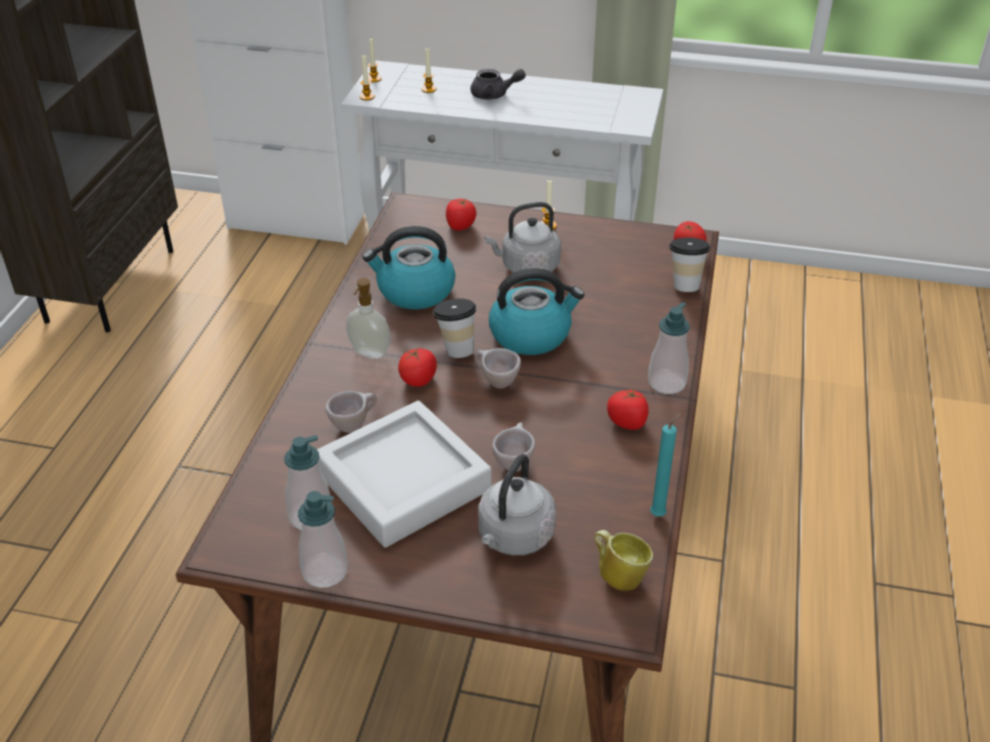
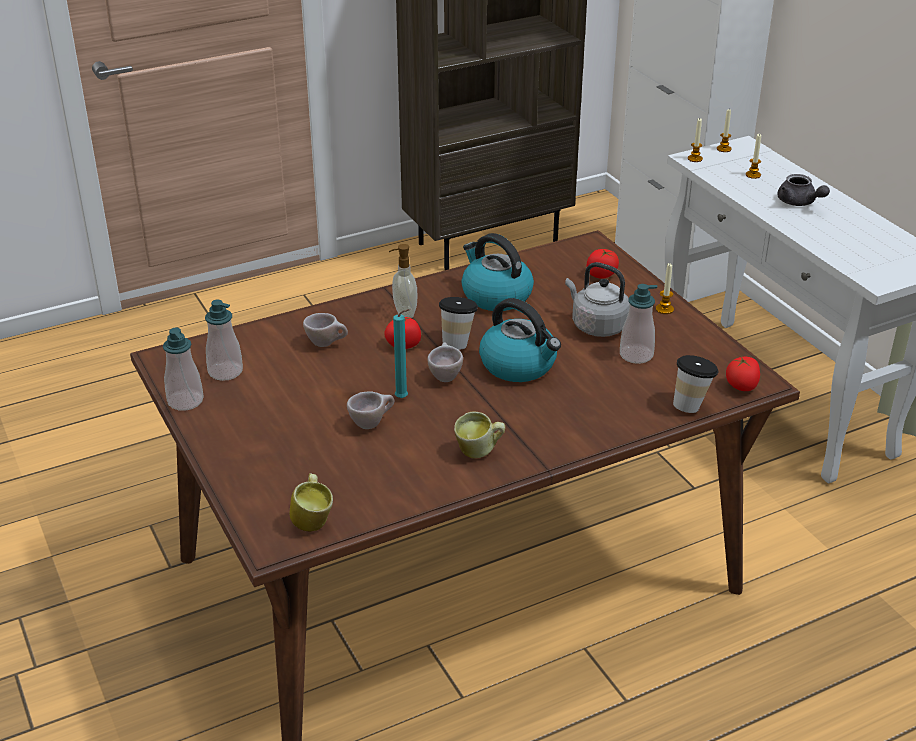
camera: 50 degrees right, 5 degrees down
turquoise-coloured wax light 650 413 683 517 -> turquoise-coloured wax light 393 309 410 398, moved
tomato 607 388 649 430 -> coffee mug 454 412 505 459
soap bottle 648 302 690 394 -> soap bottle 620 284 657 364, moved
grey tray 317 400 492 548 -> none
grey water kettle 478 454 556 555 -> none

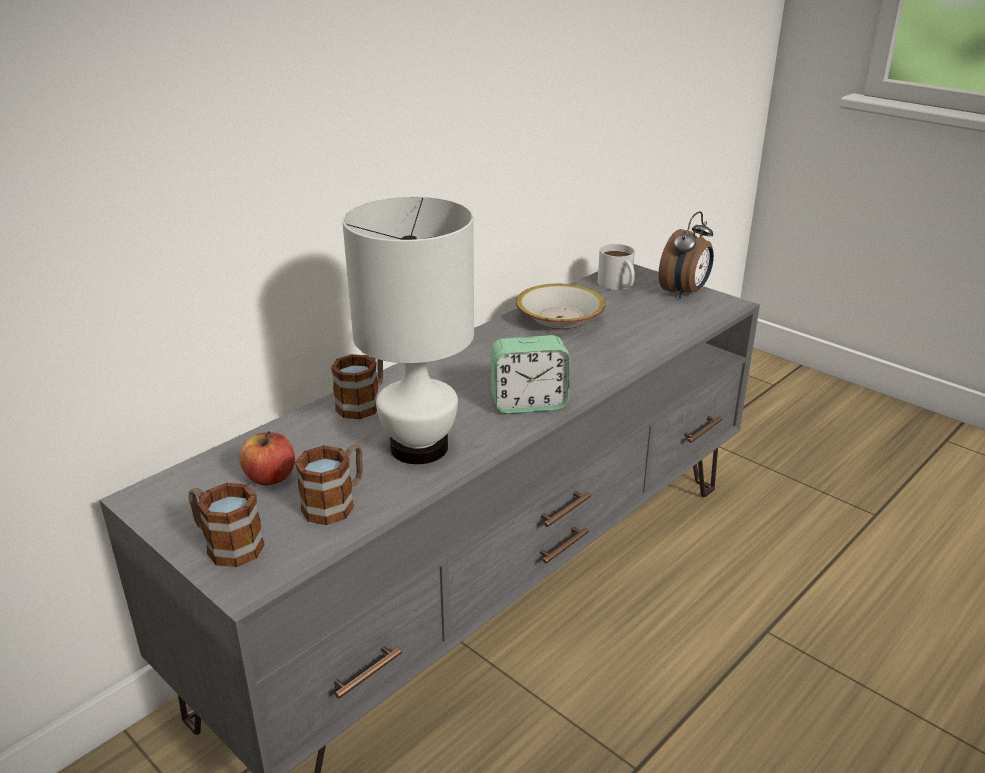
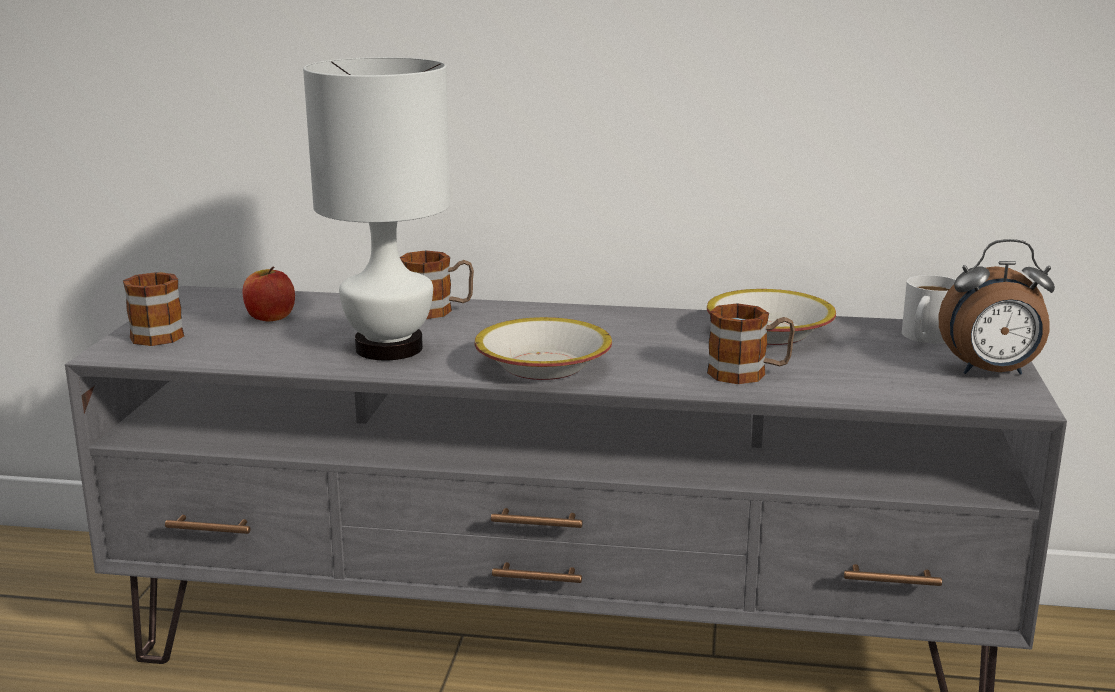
camera: 55 degrees right, 10 degrees down
bedside clock 491 335 570 414 -> bowl 475 317 612 380
coffee mug 295 445 363 525 -> coffee mug 707 303 795 384, moved

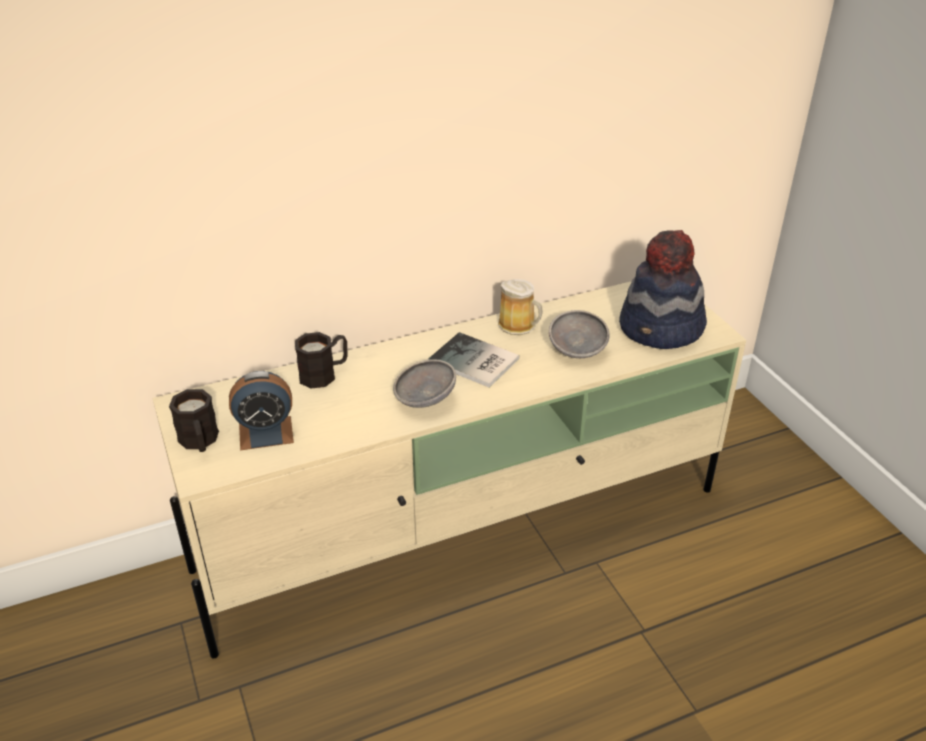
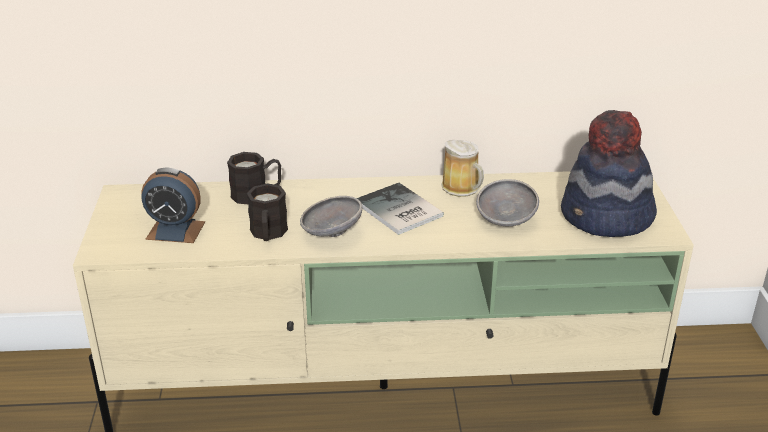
camera: 20 degrees right, 5 degrees down
black-coloured coffee mug 169 389 219 452 -> black-coloured coffee mug 247 183 288 241, moved

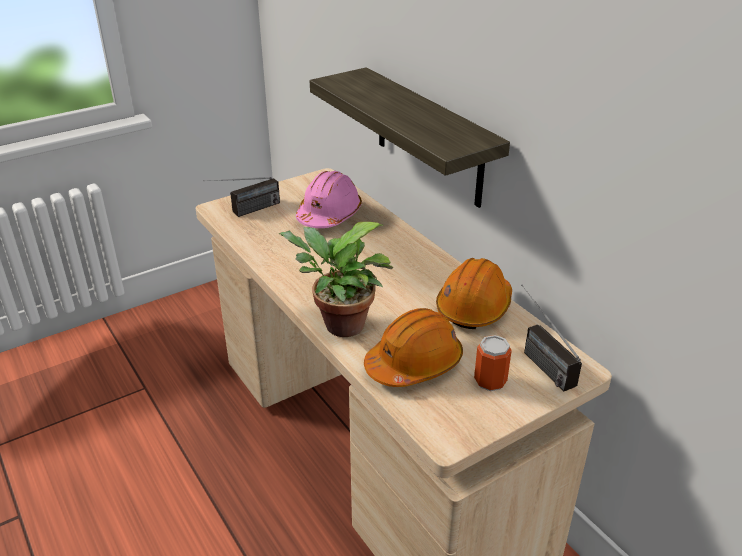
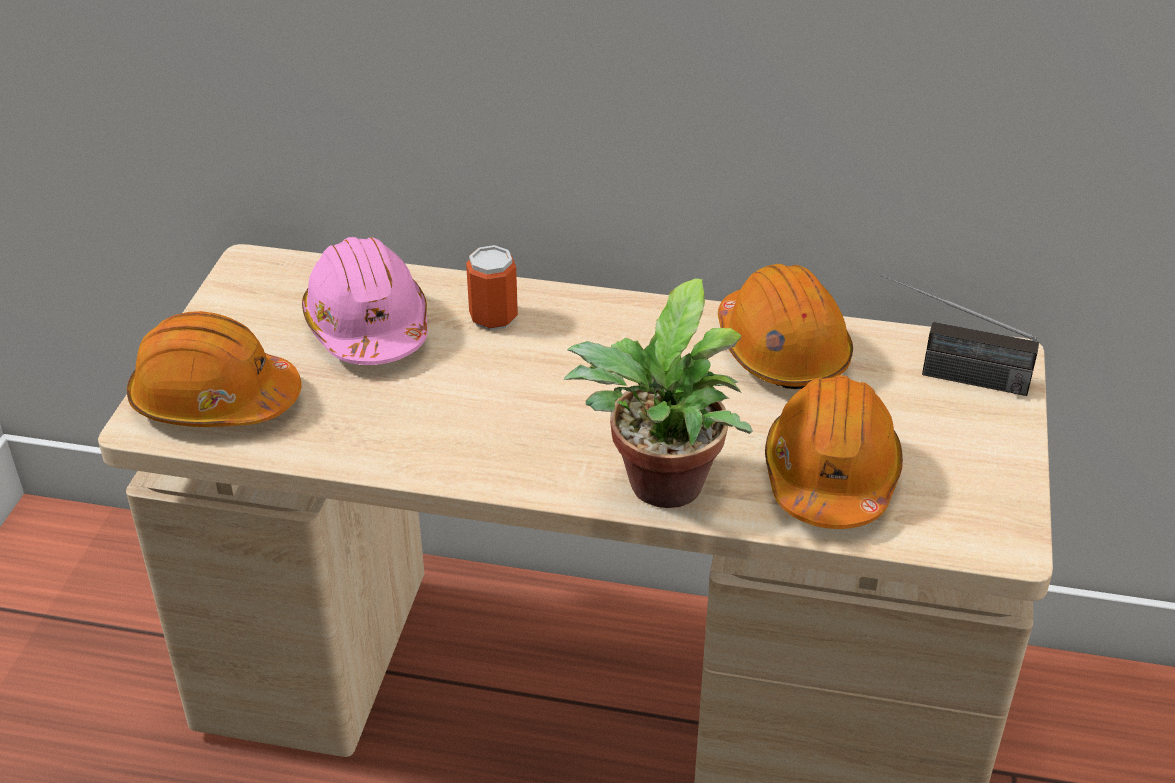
camera: 45 degrees left, 5 degrees up
radio 204 177 280 217 -> orange work helmet 127 311 301 427
metal can 474 335 512 391 -> metal can 466 245 518 330, moved
shelf 310 67 510 208 -> none

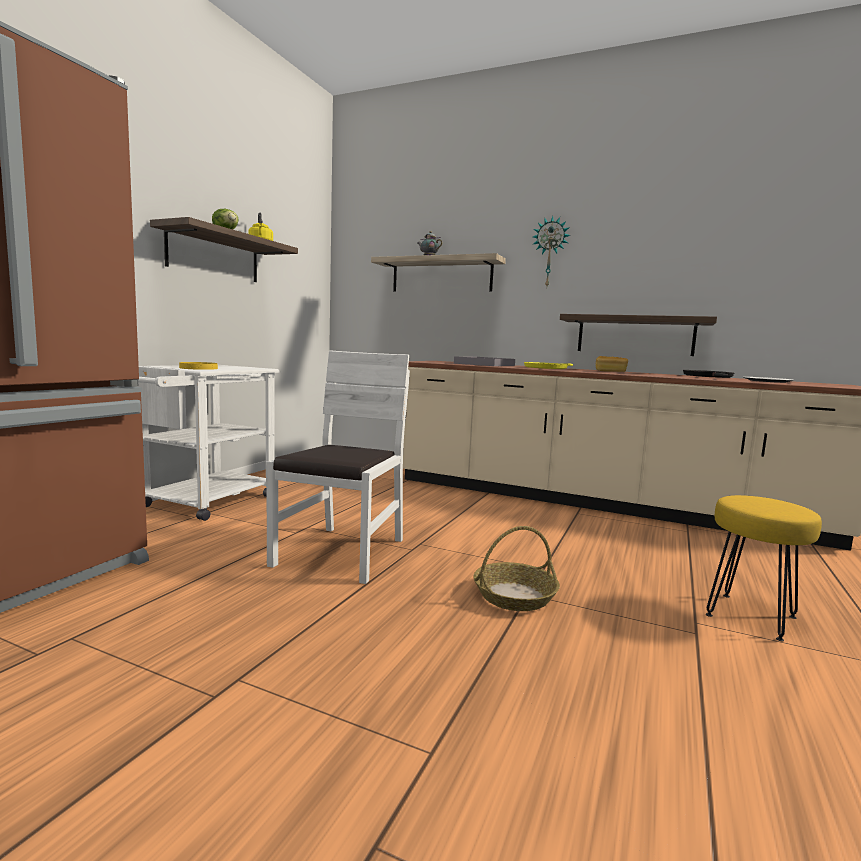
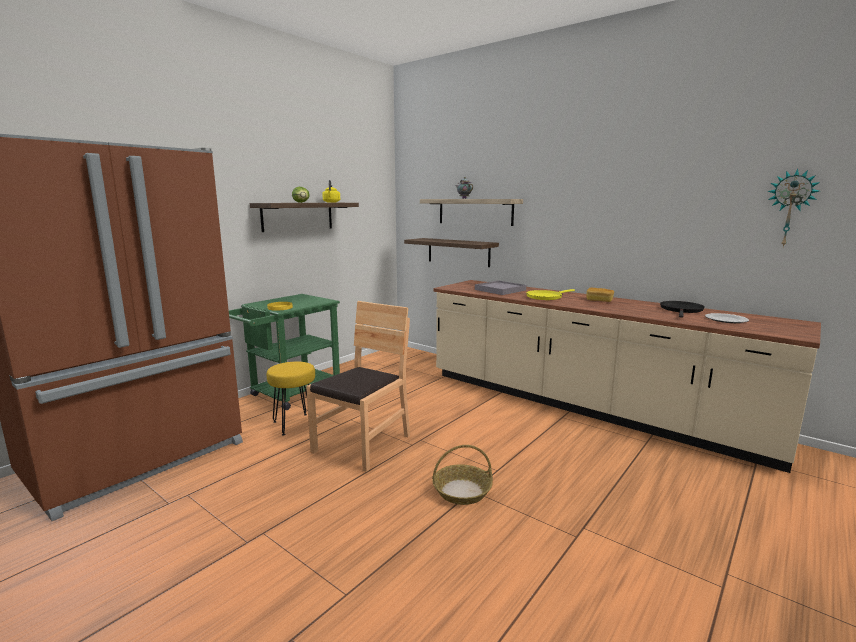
camera: 15 degrees right, 5 degrees up
white trolley 137 365 279 521 -> green-coloured trolley 229 294 340 410
yellow stool 706 495 822 642 -> yellow stool 267 361 315 435, moved
white upright chair 266 350 410 584 -> brown-coloured upright chair 306 301 410 472
shelf 560 314 717 356 -> shelf 404 238 499 267, moved
wall clock 533 216 571 286 -> wall clock 767 169 820 247, moved

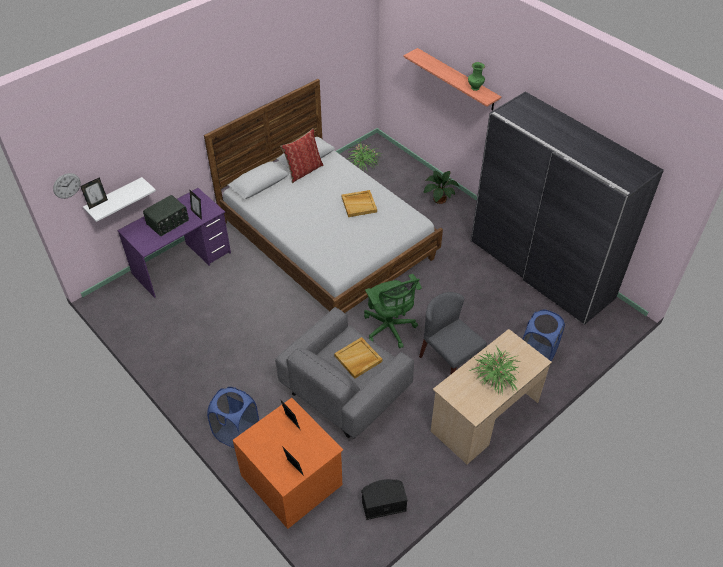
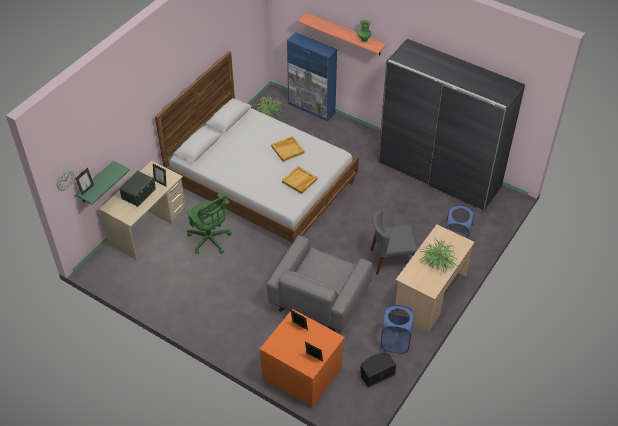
camera: 15 degrees left, 0 degrees up
white shelf 83 177 156 222 -> green-coloured shelf 75 161 130 204
purplish desk unit 117 188 231 298 -> beige desk unit 99 160 186 260
green-coloured computer chair 364 274 422 348 -> green-coloured computer chair 186 193 232 255, moved
beige tray 334 337 382 379 -> beige tray 282 166 318 194, moved
none -> bluish storage cabinet 287 32 337 121
grey upright chair 419 292 487 375 -> grey upright chair 370 210 418 275, 45 degrees counterclockwise
bluish hamper 207 387 259 448 -> bluish hamper 381 305 414 354, moved
throw pillow 280 128 324 183 -> none
houseplant 424 171 459 204 -> none

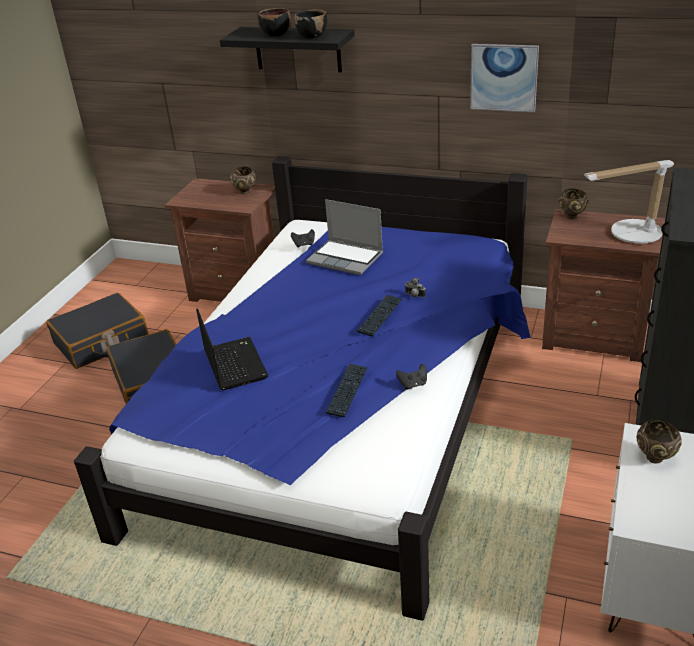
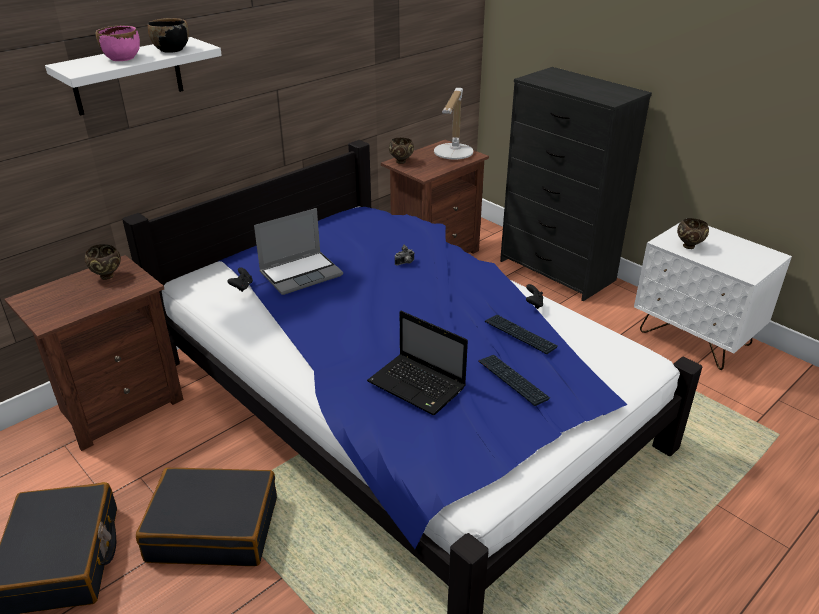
camera: 65 degrees left, 0 degrees up
black-coloured shelf 220 27 355 72 -> white shelf 45 37 222 115
black-coloured bowl 258 8 290 36 -> pinkish bowl 96 25 140 61
portable computer 196 308 268 390 -> portable computer 367 311 468 415, 150 degrees counterclockwise
computer keyboard 357 294 402 336 -> computer keyboard 478 355 550 406, moved
picture 470 44 539 113 -> none

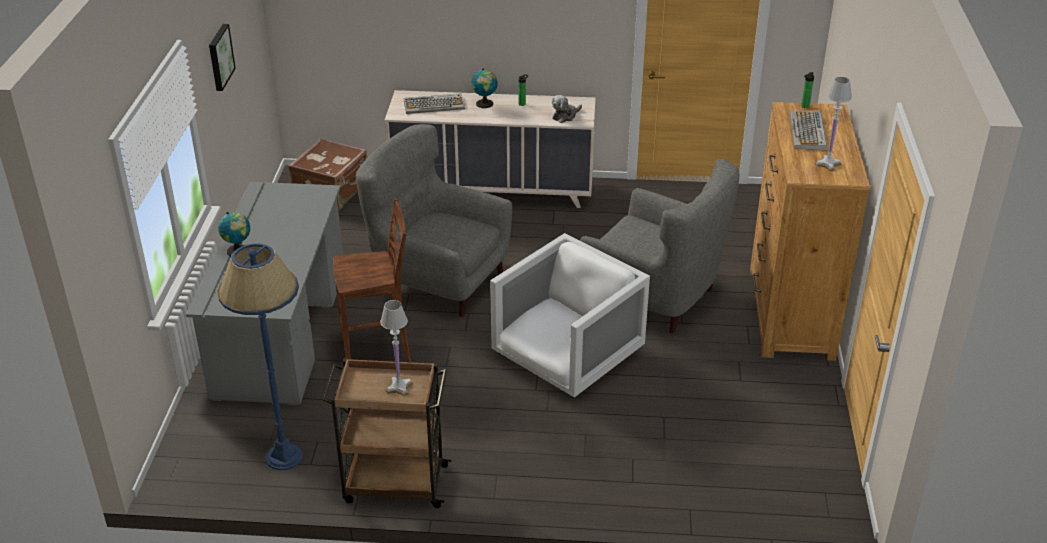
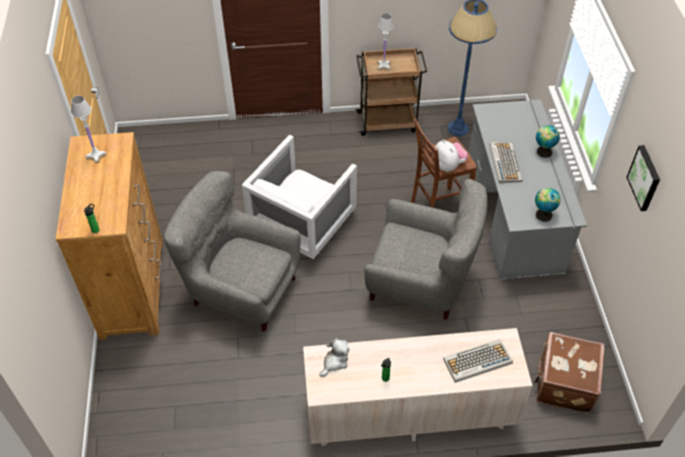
camera: 170 degrees right, 15 degrees up
none -> soft toy 435 139 468 172
computer keyboard 790 111 827 150 -> computer keyboard 489 142 523 183, moved
world globe 472 68 498 108 -> world globe 535 188 561 222, moved

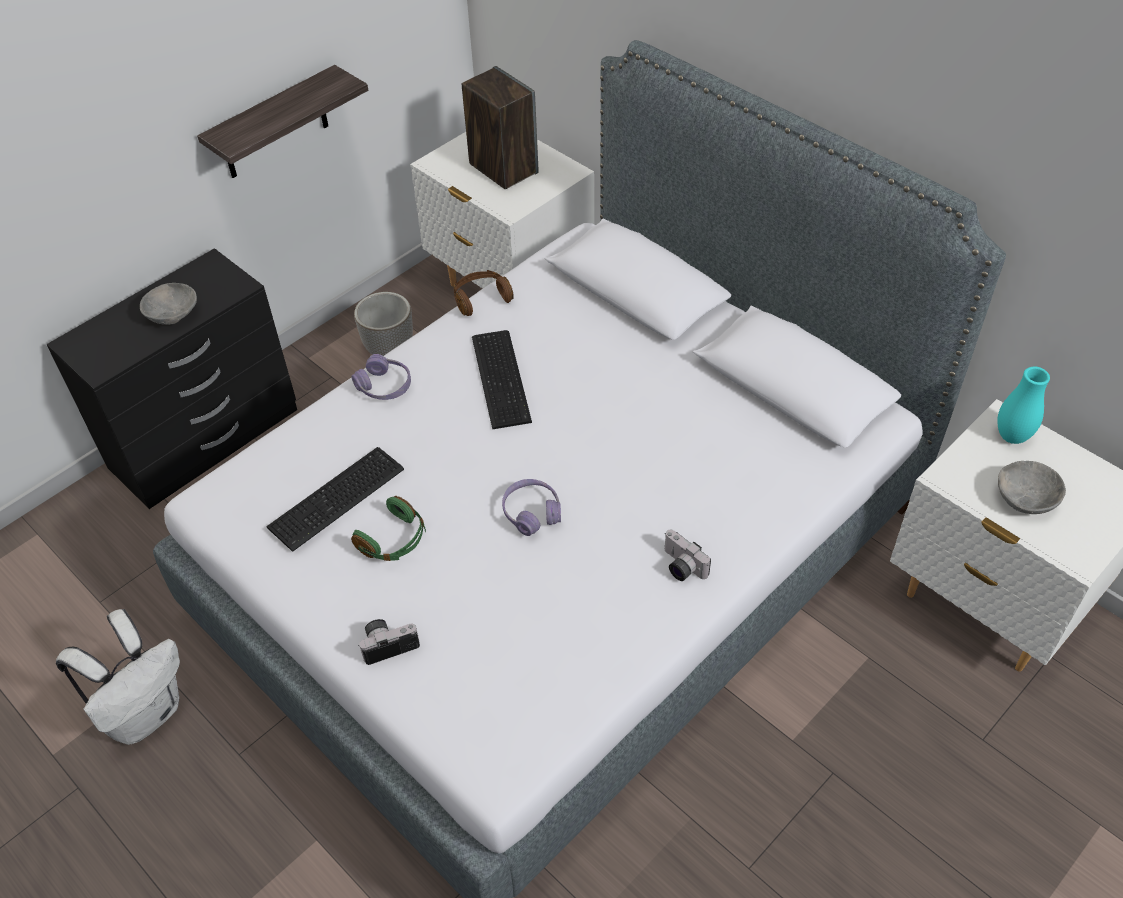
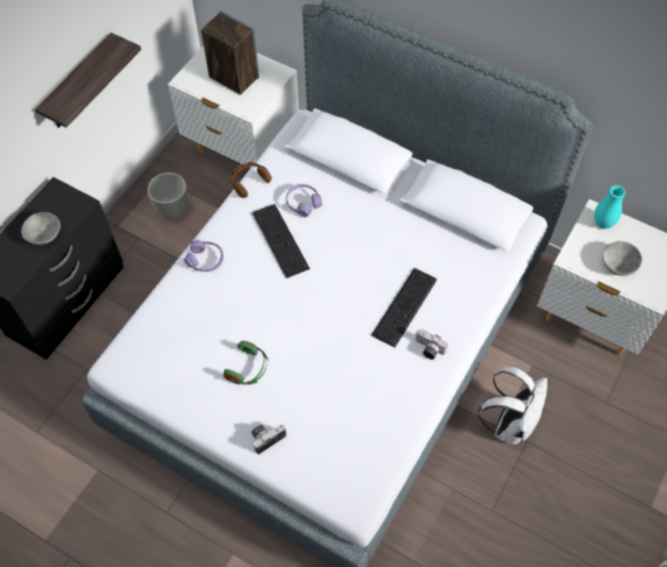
camera: 15 degrees left, 10 degrees up
purplish headphones 502 479 561 536 -> purplish headphones 286 184 322 217, moved
computer keyboard 266 447 404 552 -> computer keyboard 371 268 437 348, moved
white knapsack 56 609 180 745 -> white knapsack 478 366 547 444, moved

